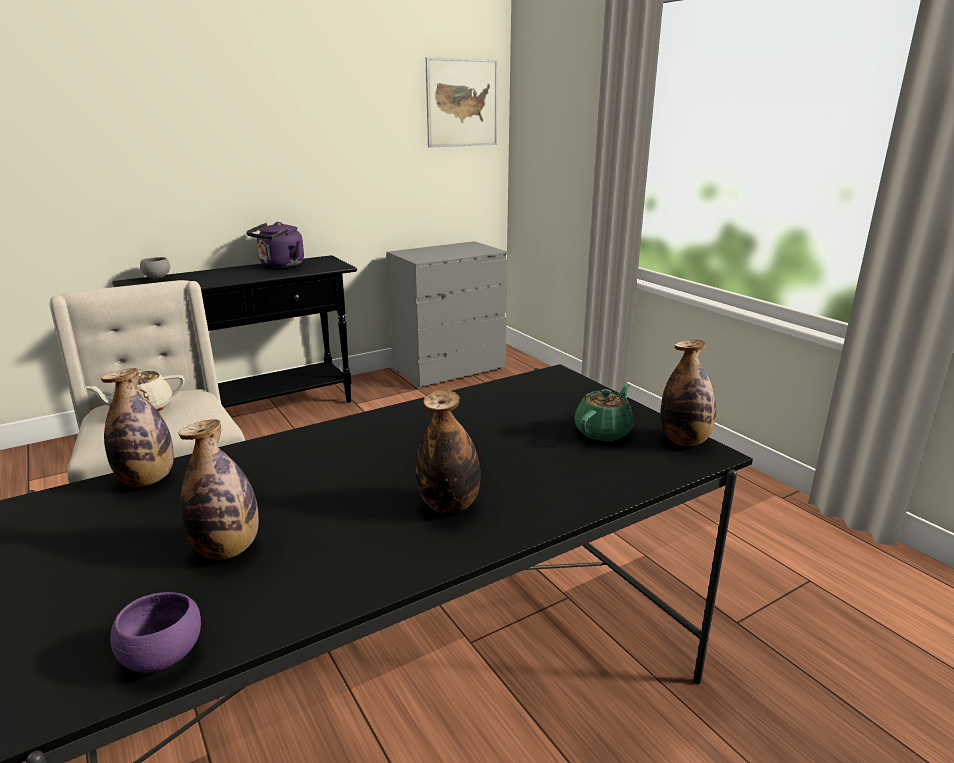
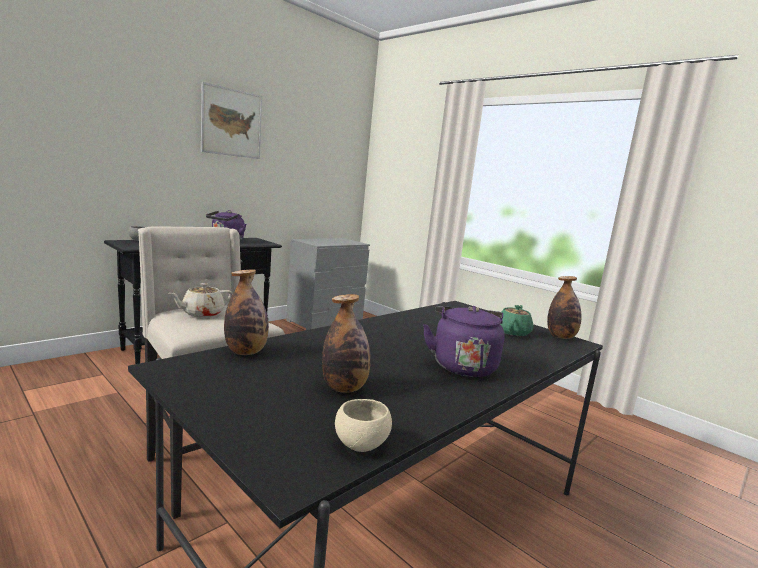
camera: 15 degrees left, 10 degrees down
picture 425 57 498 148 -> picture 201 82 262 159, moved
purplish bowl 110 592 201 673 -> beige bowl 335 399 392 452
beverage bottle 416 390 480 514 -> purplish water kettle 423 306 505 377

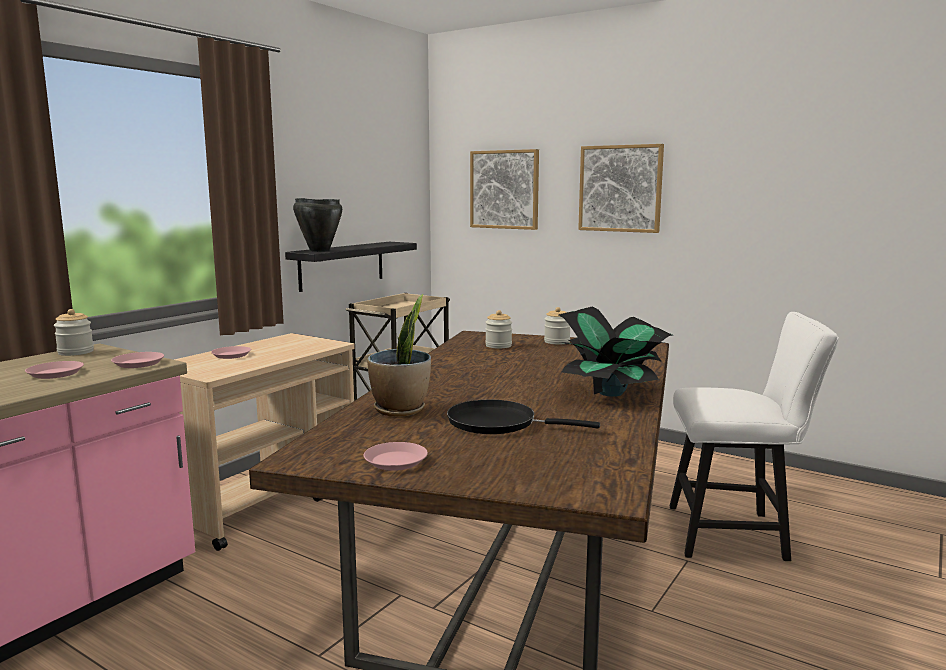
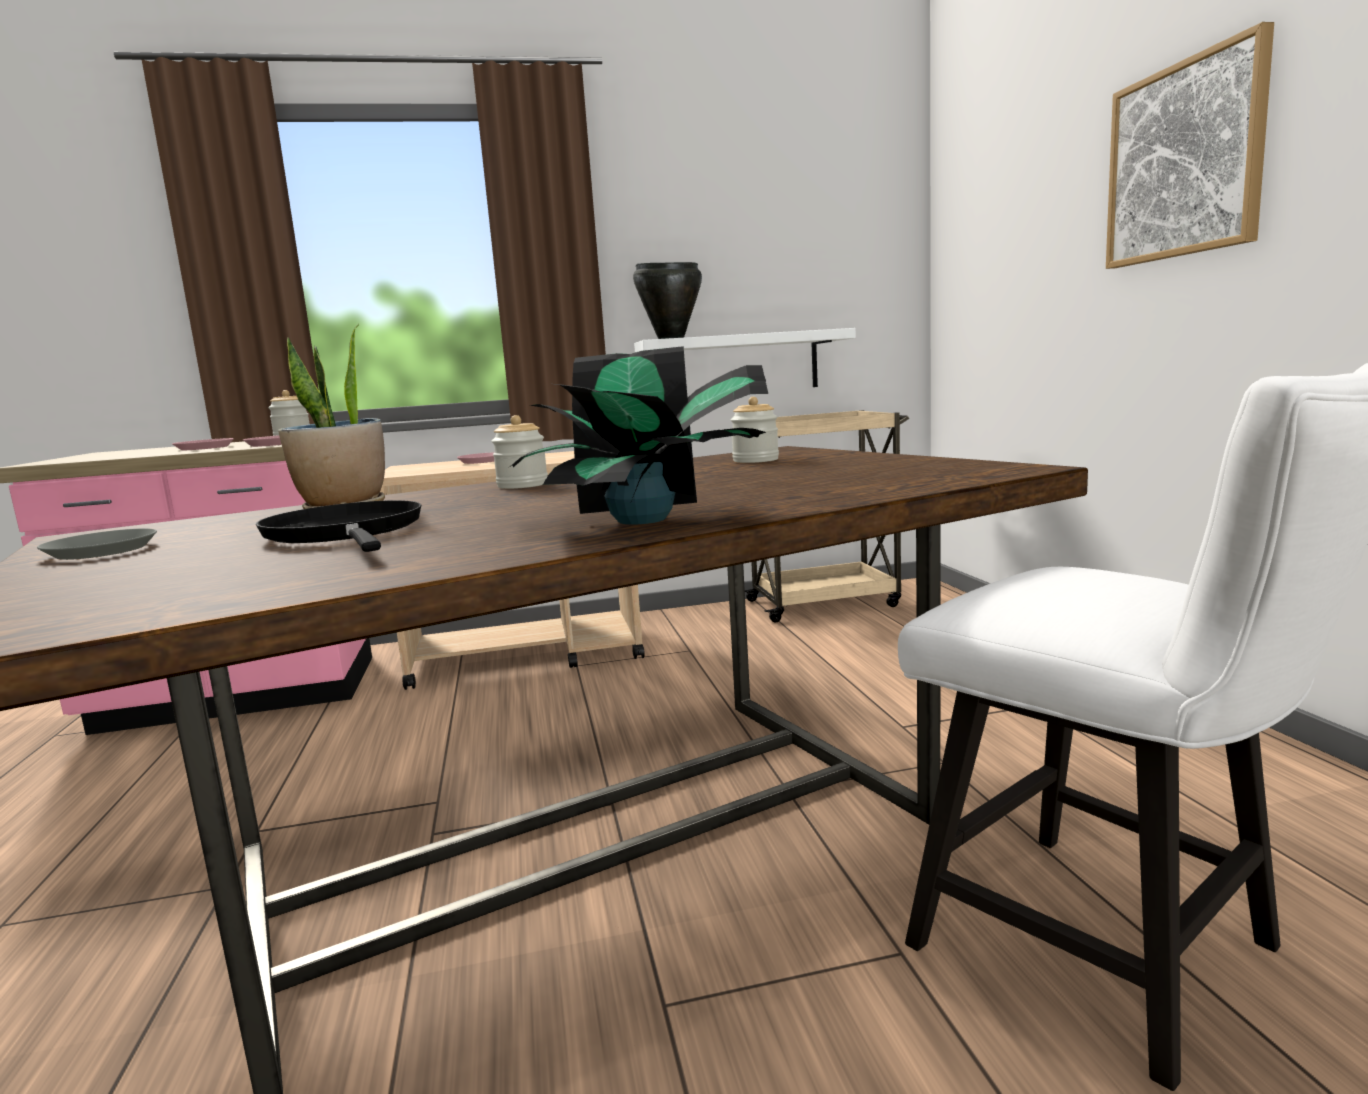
camera: 45 degrees right, 0 degrees up
pinkish plate 364 442 428 471 -> grey plate 37 528 157 560
storage jar 544 307 570 344 -> storage jar 491 415 548 489, moved
black-coloured shelf 285 242 417 292 -> white shelf 634 328 856 387
picture 470 149 539 230 -> none

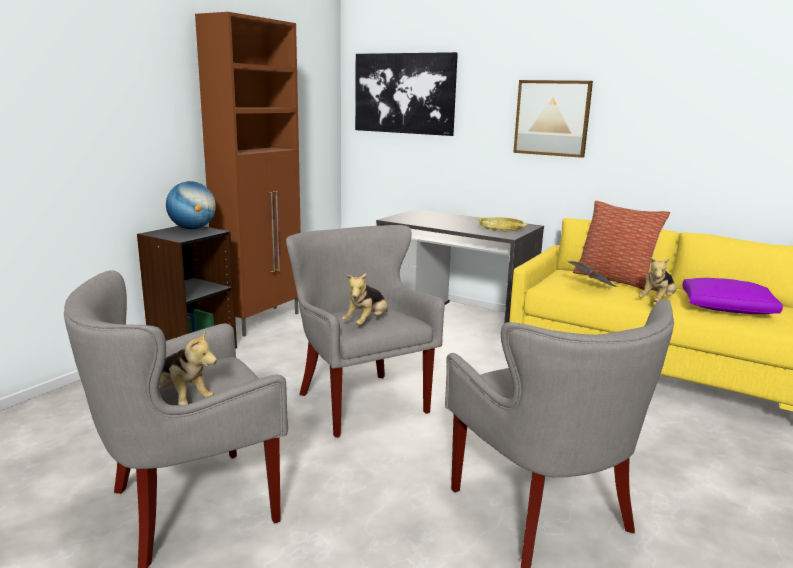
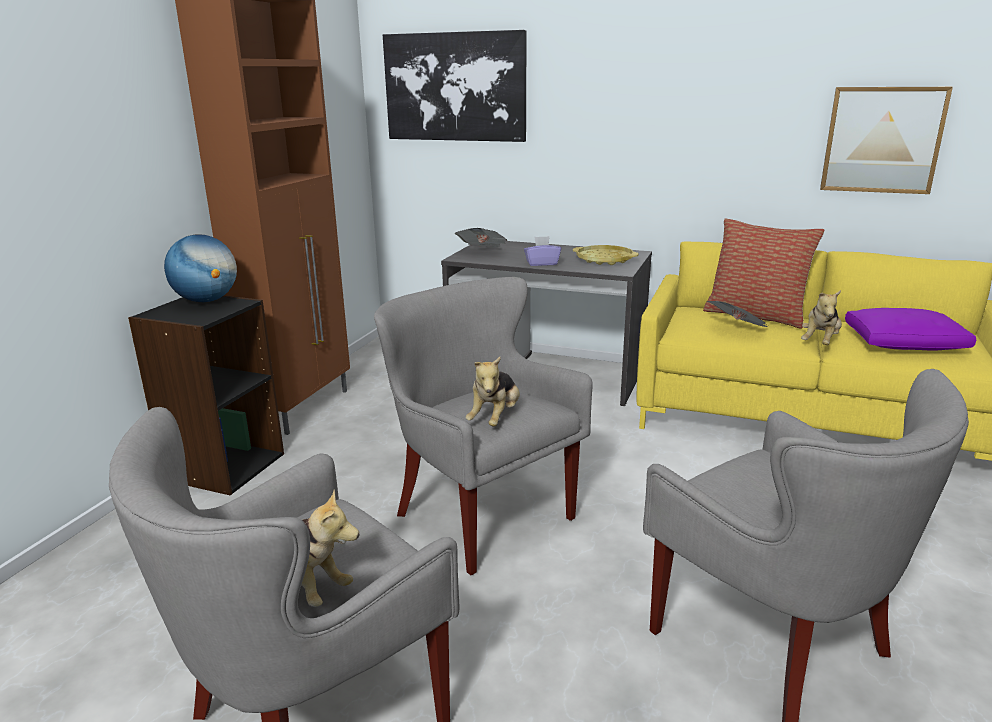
camera: 10 degrees left, 5 degrees up
none -> newspaper 455 228 507 247
none -> purplish box of tissues 524 236 561 266
picture 513 80 593 158 -> picture 820 87 953 194, moved

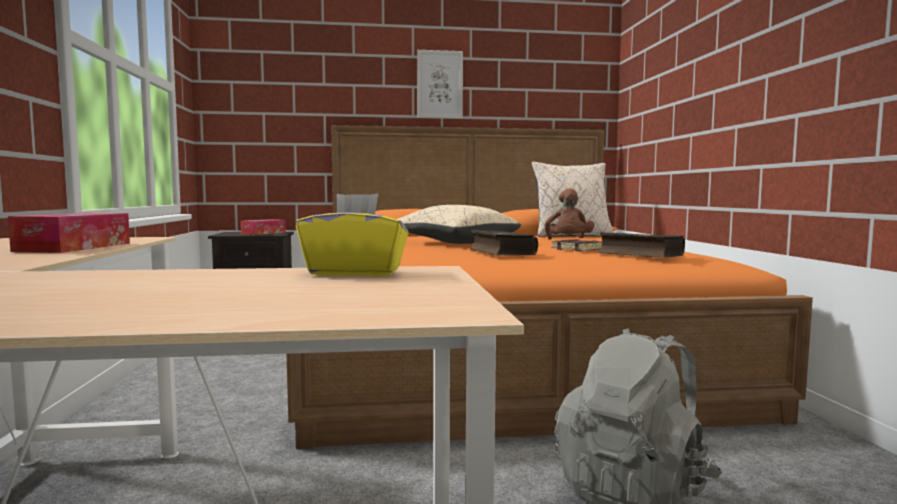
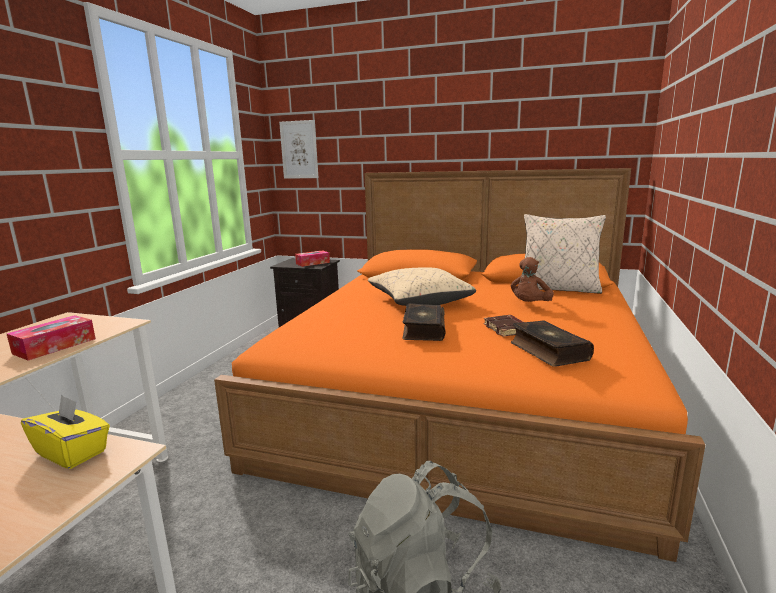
camera: 25 degrees right, 10 degrees up
picture 417 50 463 119 -> picture 279 120 318 179, moved

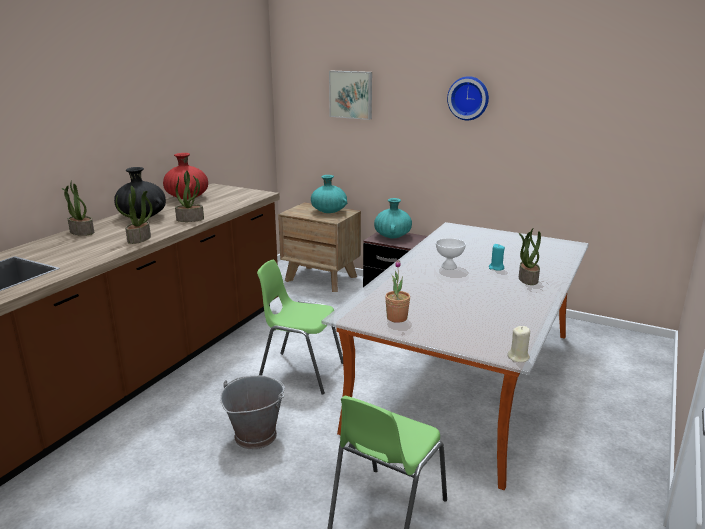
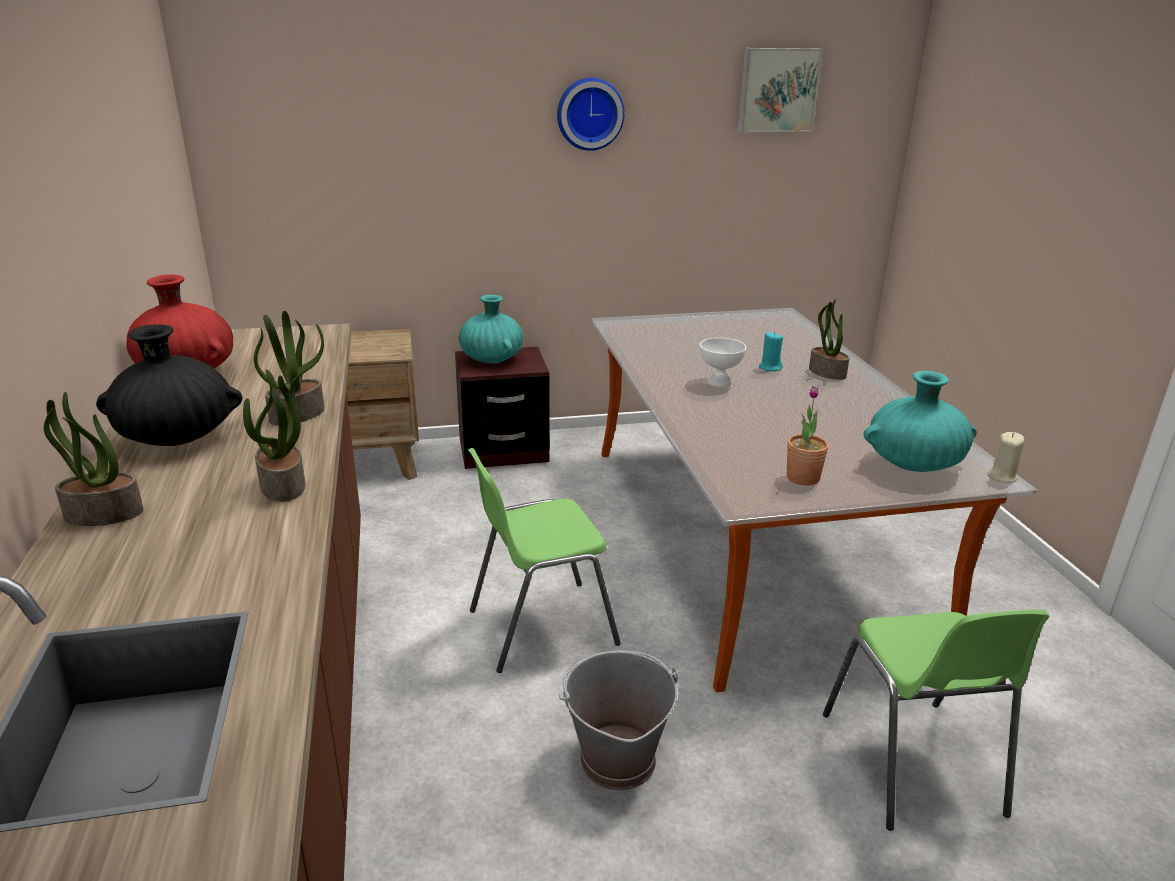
camera: 40 degrees left, 5 degrees up
picture 329 71 372 120 -> picture 737 48 823 132, moved
turquoise-coloured flower vase 311 175 347 213 -> turquoise-coloured flower vase 863 371 977 472, moved

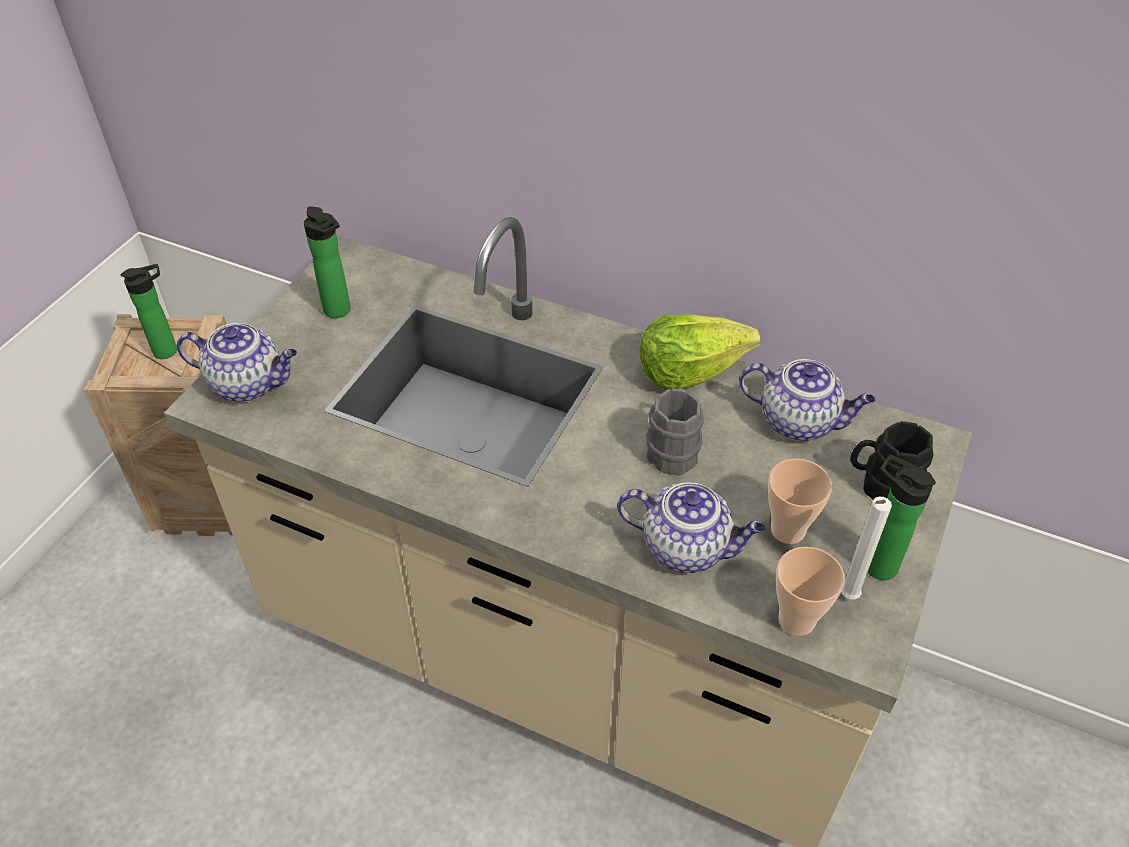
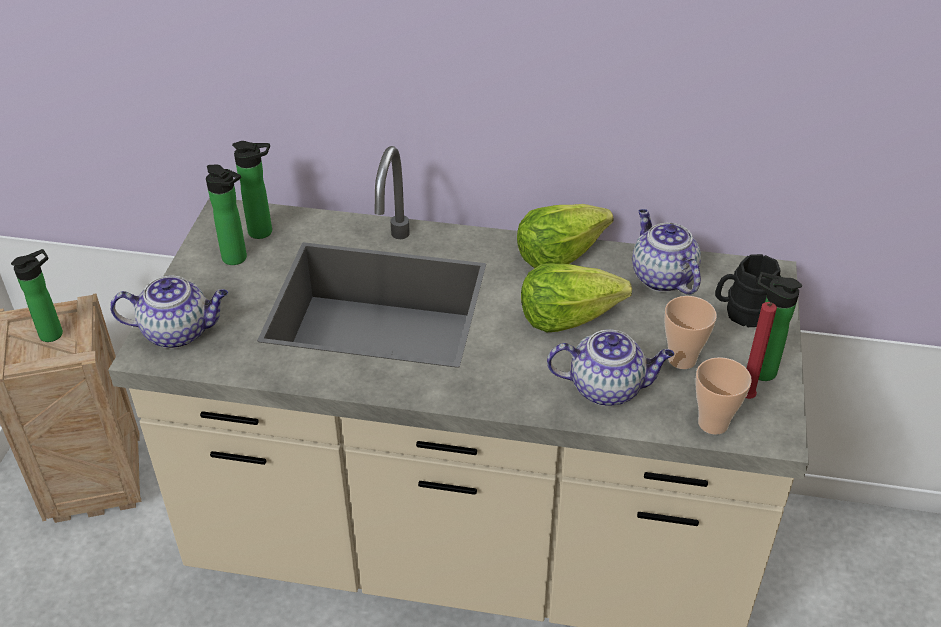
camera: 15 degrees left, 5 degrees down
none -> beverage bottle 232 141 272 239
grey coffee mug 646 387 704 475 -> head of lettuce 521 264 632 332
teapot 739 359 875 441 -> teapot 632 209 701 295, 120 degrees counterclockwise
white wax light 841 497 892 600 -> reddish wax light 746 302 777 399

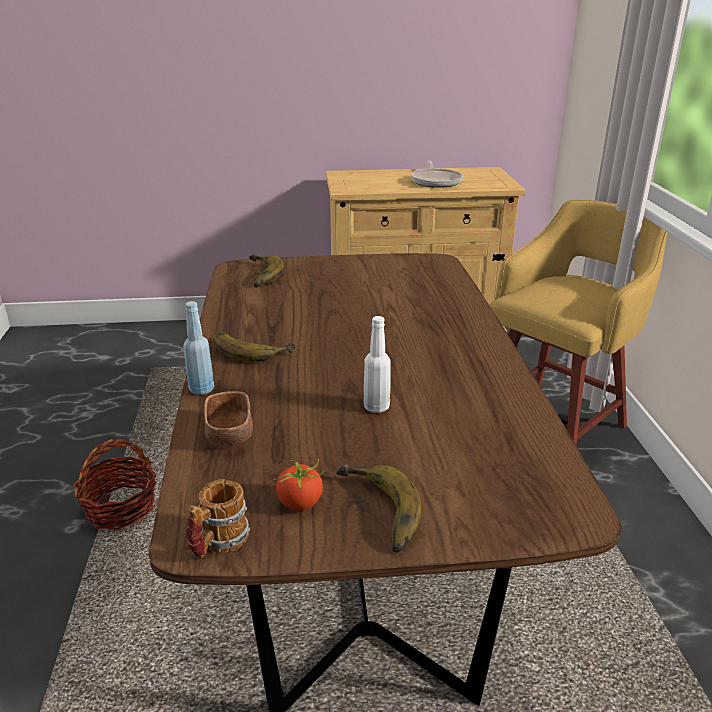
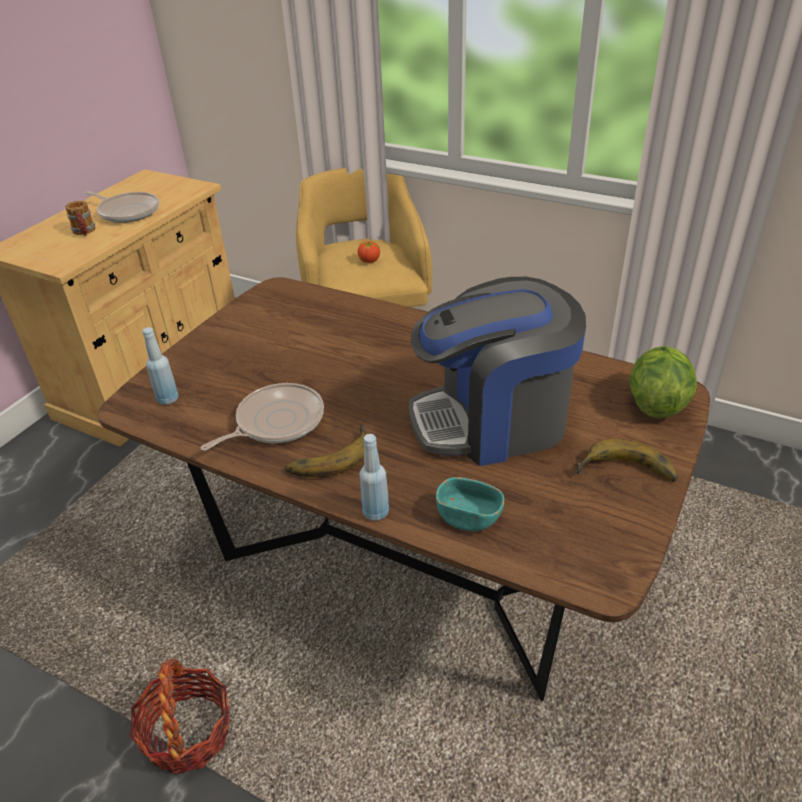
camera: 55 degrees left, 10 degrees up
coffee mug 186 479 250 557 -> coffee mug 65 201 95 236, moved
banana 249 254 284 288 -> bluish beverage bottle 142 327 179 405
none -> pan 200 383 324 451
tomato 274 459 325 511 -> tomato 357 237 380 263, moved
white beverage bottle 364 316 391 413 -> coffee maker 409 277 586 466
brown-coloured bowl 204 391 253 446 -> turquoise-coloured bowl 436 477 504 531
none -> head of lettuce 629 346 697 419

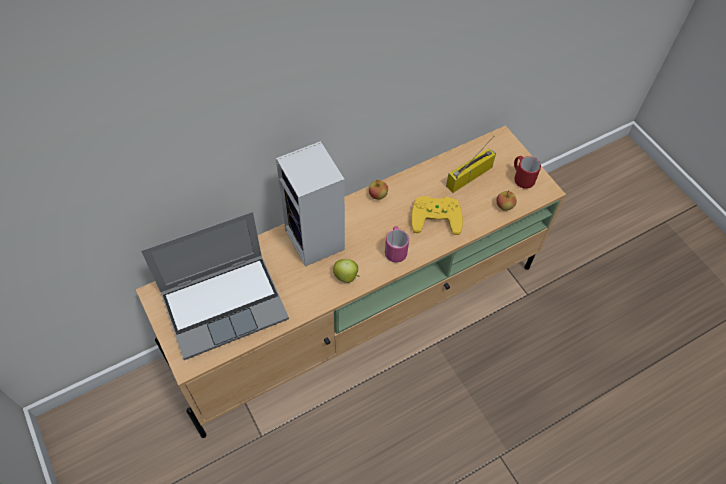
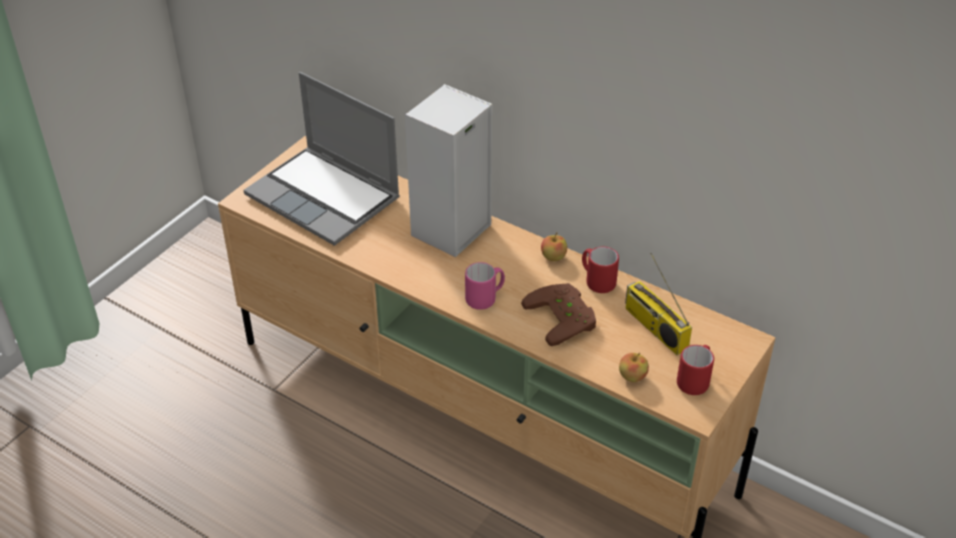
camera: 65 degrees right, 15 degrees down
yellow joypad 411 196 463 235 -> brown-coloured joypad 521 283 596 346
none -> reddish coffee mug 582 247 619 293
radio 446 136 496 193 -> radio 625 253 692 355, 150 degrees counterclockwise
whole apple 333 259 359 283 -> none

